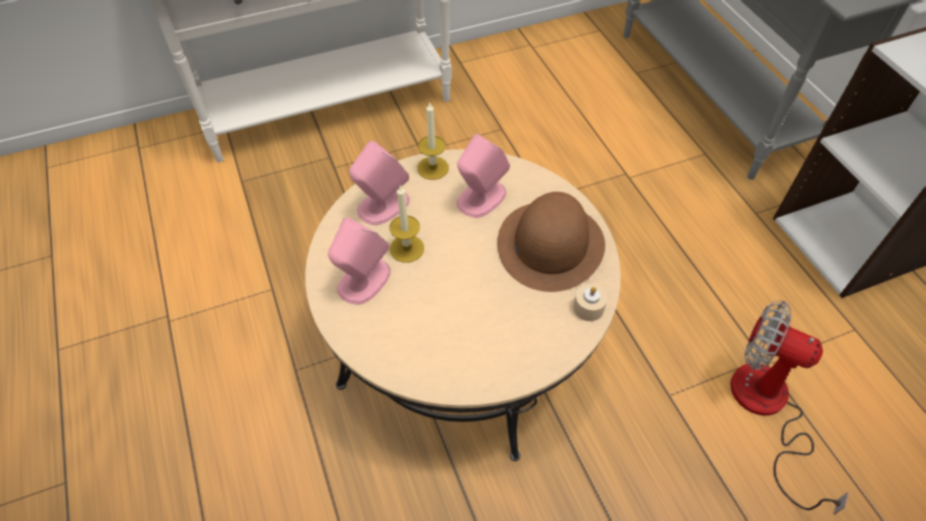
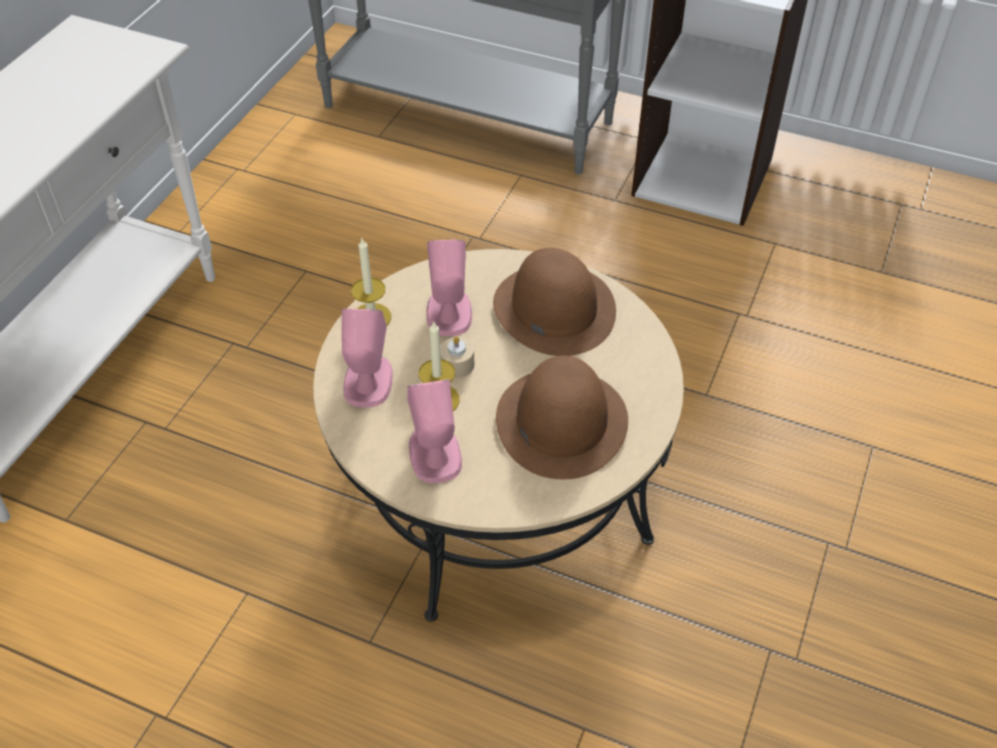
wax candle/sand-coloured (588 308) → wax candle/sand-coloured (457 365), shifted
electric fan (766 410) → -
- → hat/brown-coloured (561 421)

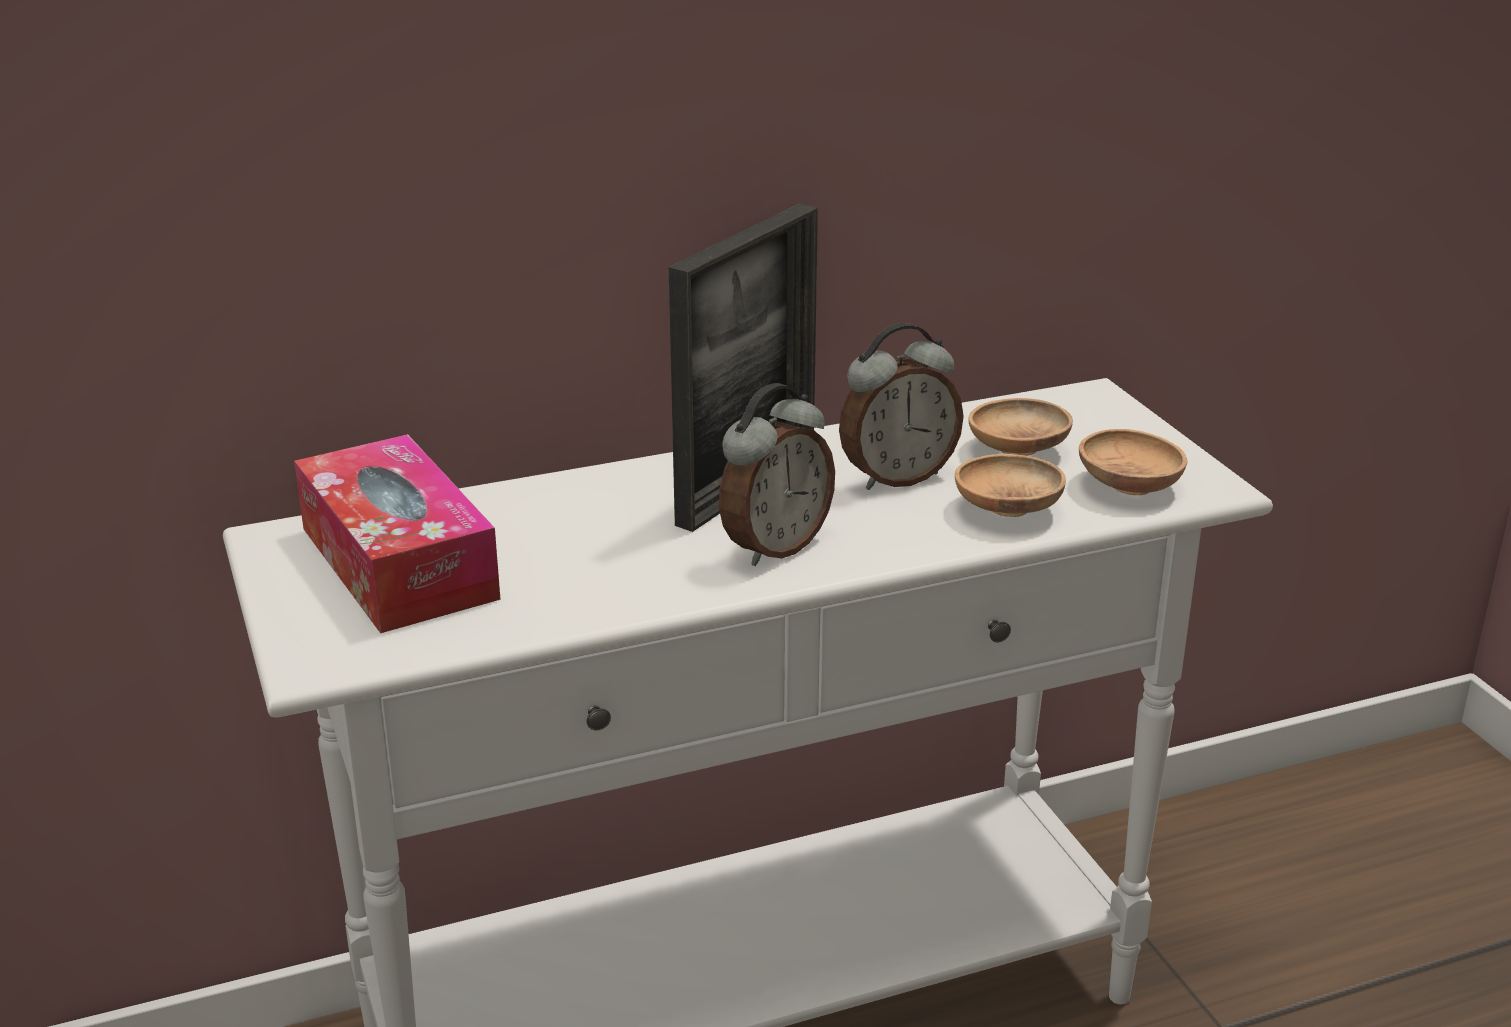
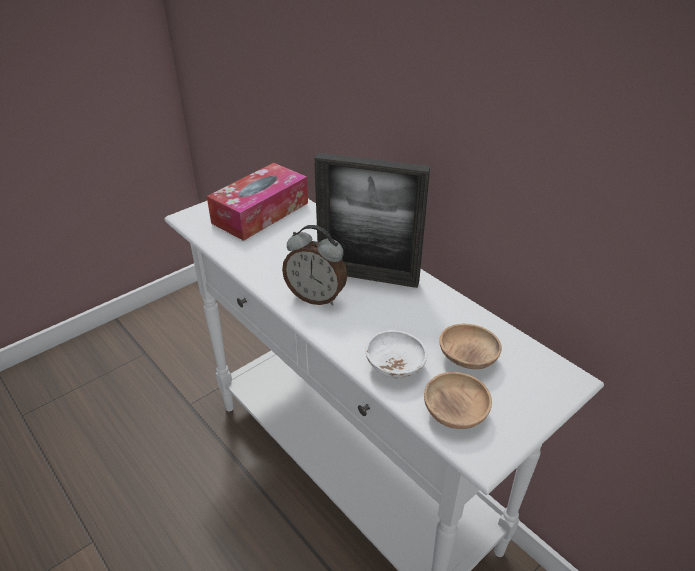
table clock (896 477) → -
serving bowl/brown-coloured (1007 510) → serving bowl/whitish (395 366)

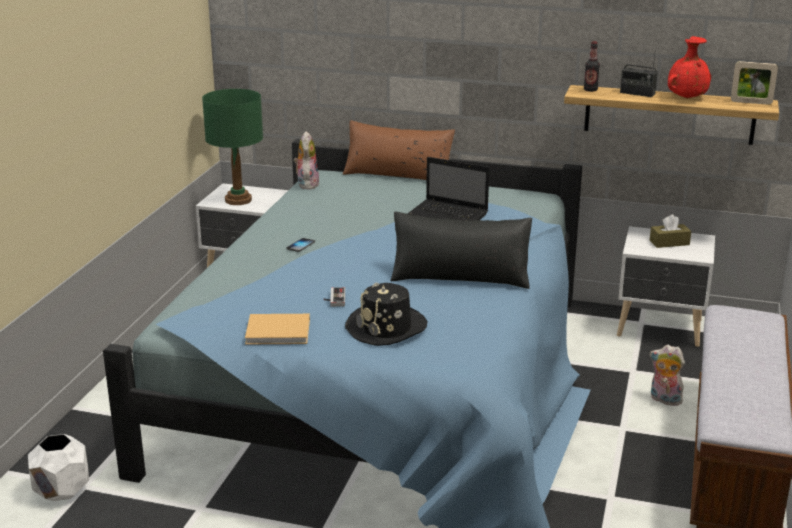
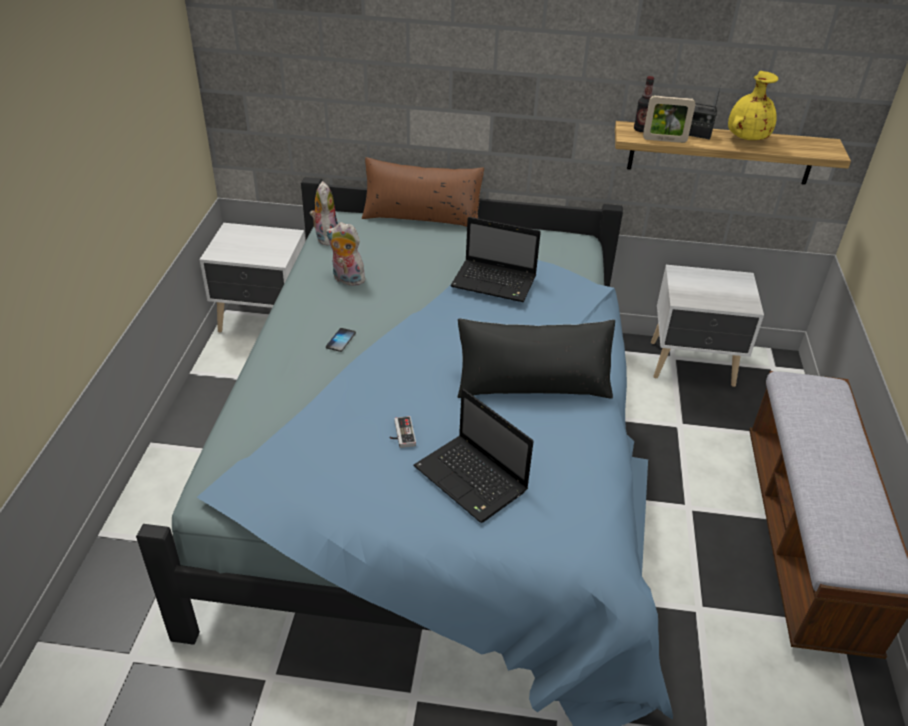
plant pot/whitish (63 491) → -
table lamp/green (238 200) → -
book/sand-coloured (280 332) → -
hat/black-coloured (387 328) → portable computer (472 480)
tissue holder/brown-coloured (669 242) → -
soft toy (664 400) → soft toy (346 279), shifted
flower vase/red-coloured (686 98) → flower vase/yellowish (746 139)
picture frame (751 102) → picture frame (664 140), shifted

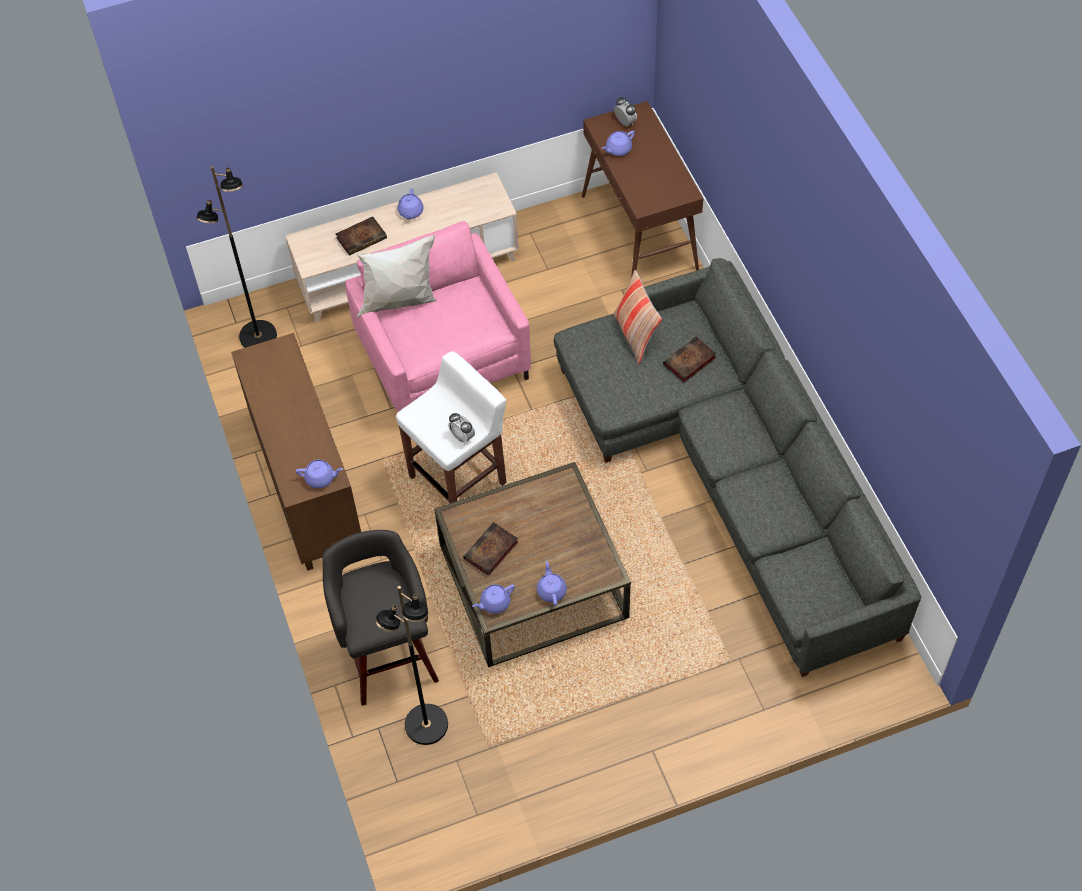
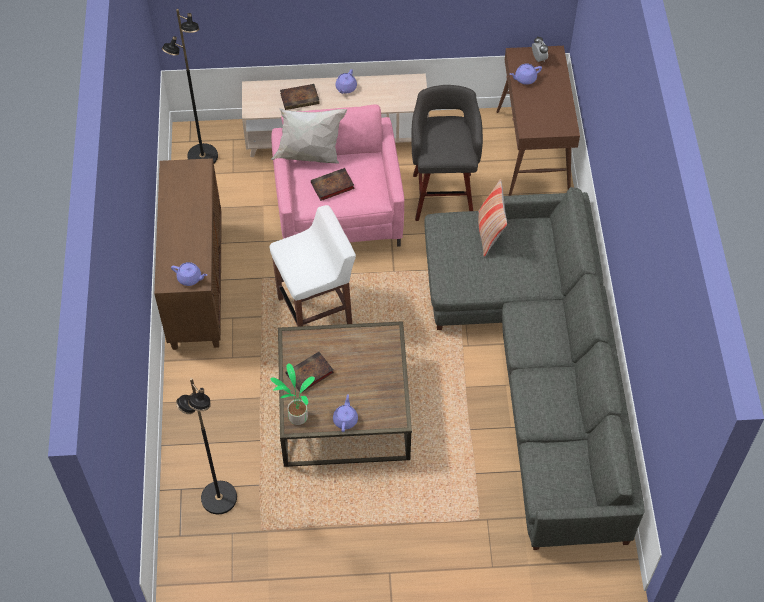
stool/greyish (388 655) → stool/greyish (443 194), shifted
table clock (462 437) → -
tea pot/purple (494 603) → houseplant (296 416)
book (689 362) → book (331 186), shifted

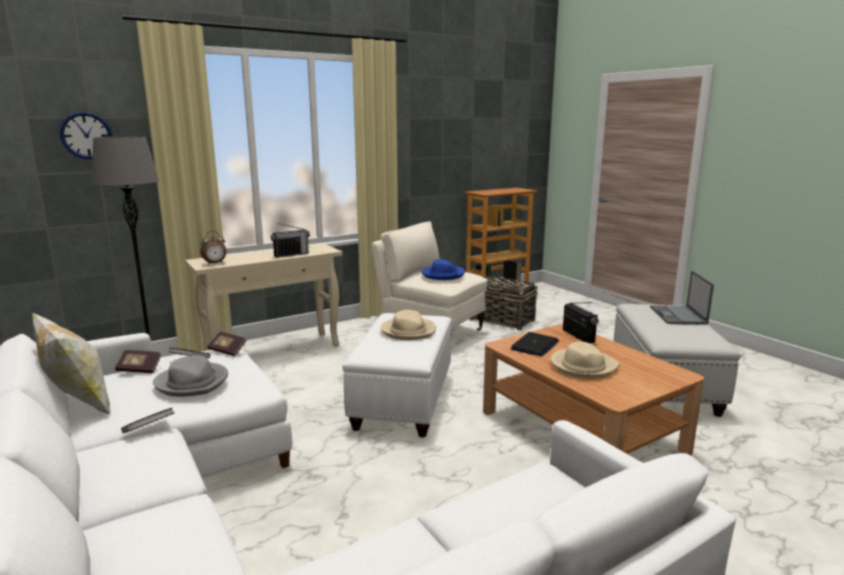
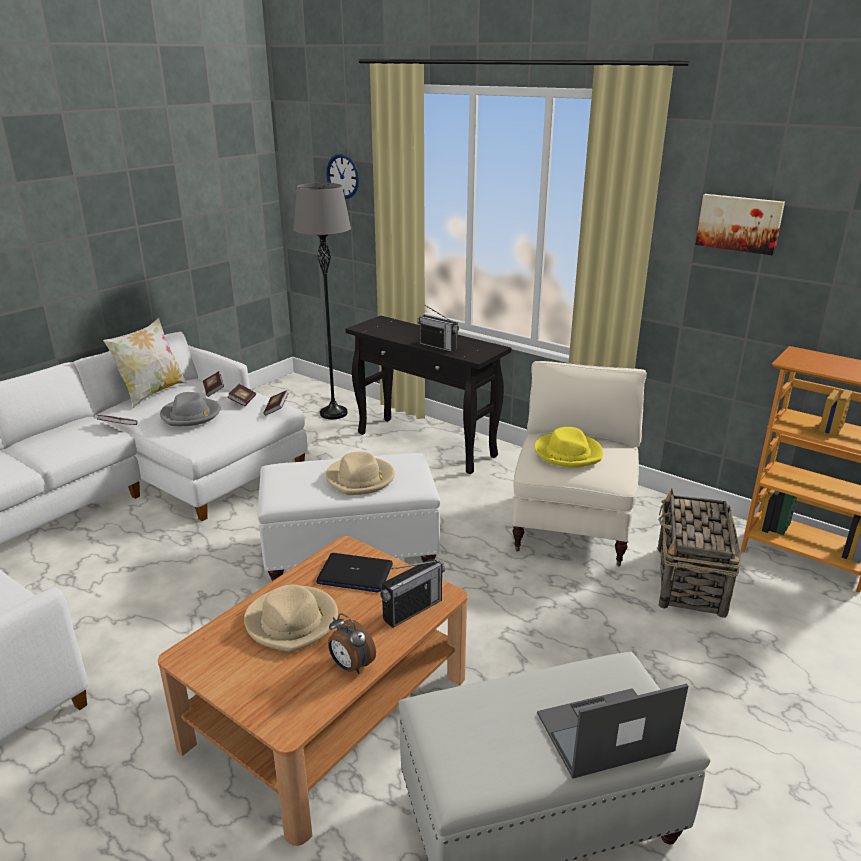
hall table/sand-coloured (274 352) → hall table/black-coloured (427 445)
table clock (215 264) → table clock (350 666), shifted
hat/bluish (443 274) → hat/yellowish (568 453)
- → wall art (739 223)

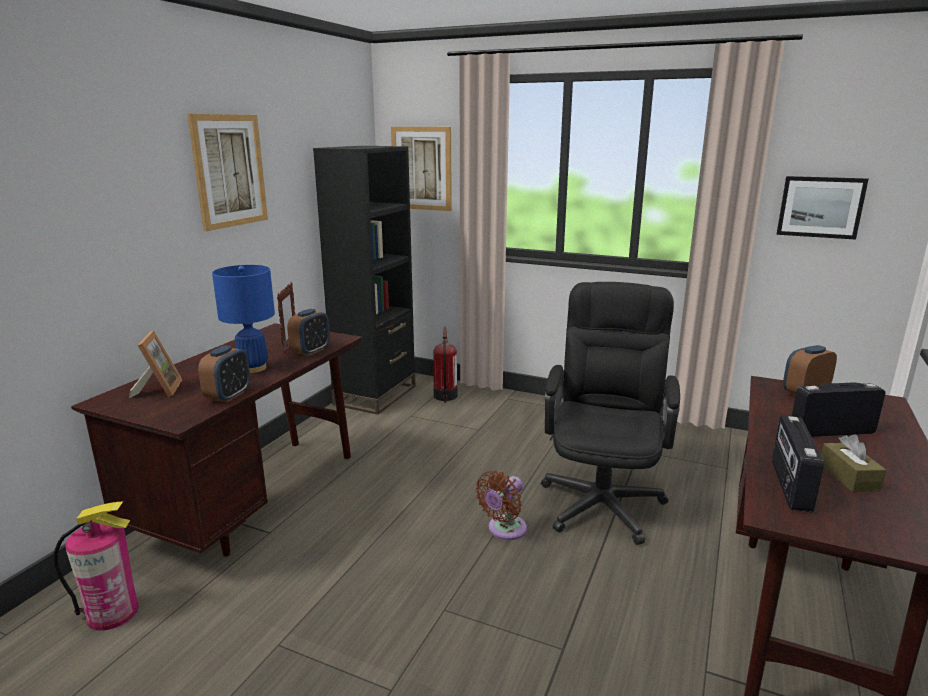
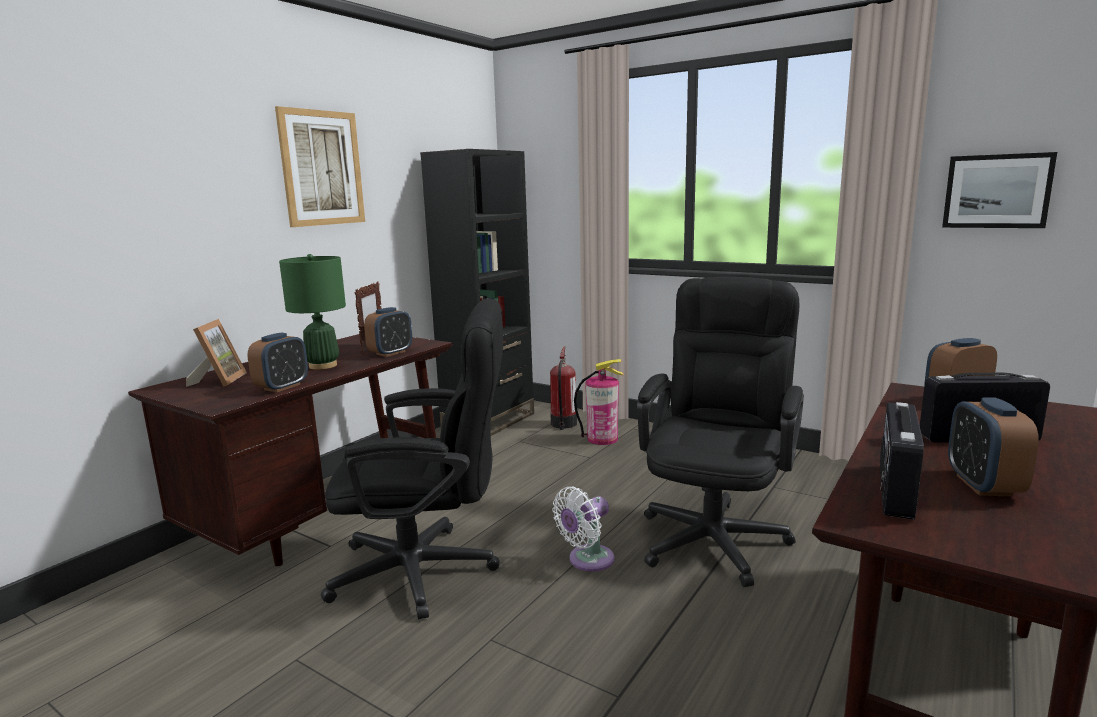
fire-fighting cylinder (113 612) → fire-fighting cylinder (602 439), shifted
table lamp/bluish (253 368) → table lamp/green (323 365)
wall art (421 168) → -
electric fan/brown-coloured (504 530) → electric fan/whitish (587 560)
tissue holder/brown-coloured (848 477) → table clock (983 485)
- → office chair/black-coloured (429 571)

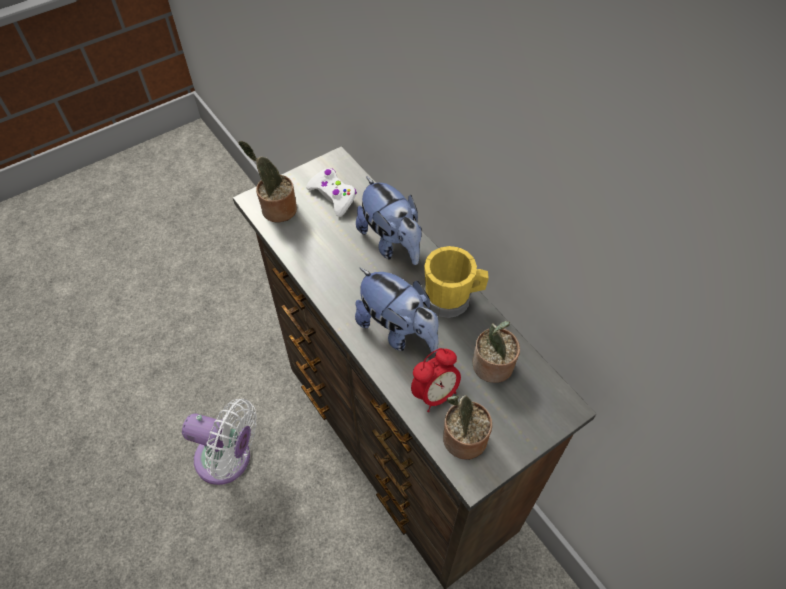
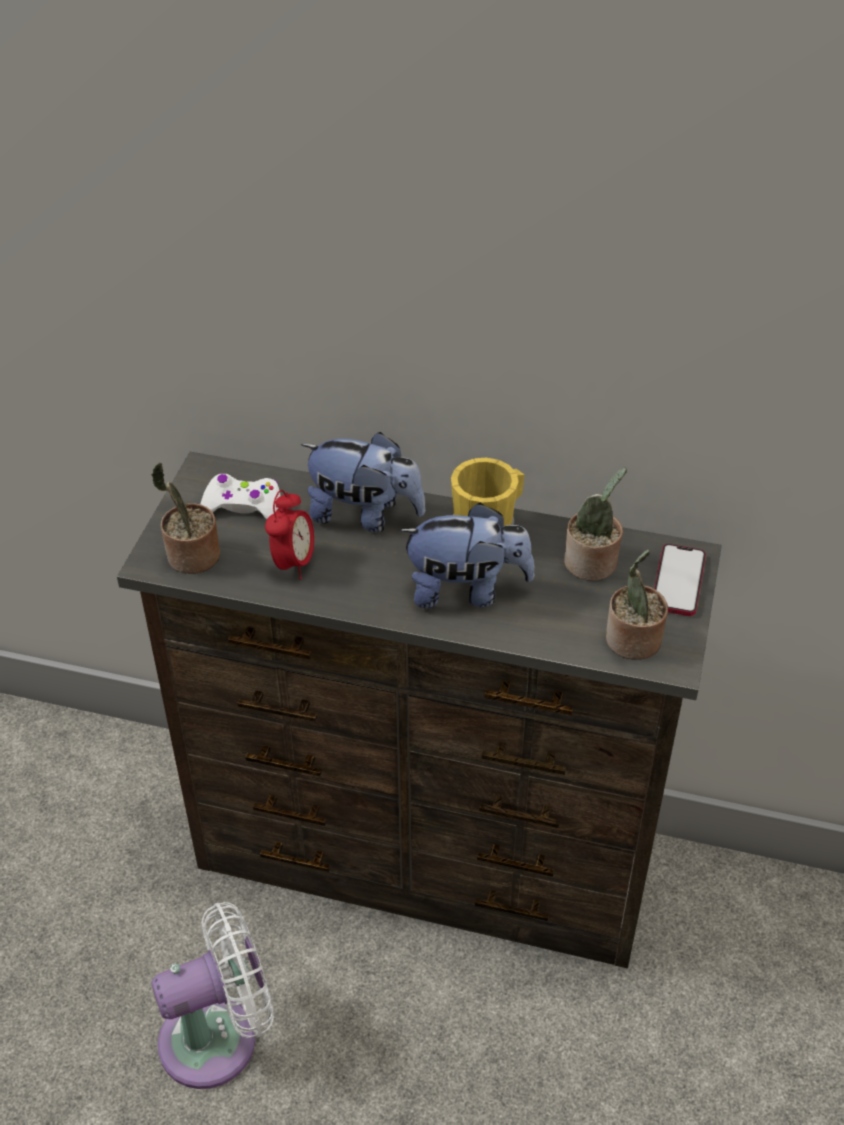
table clock (435 394) → table clock (293 563), shifted
- → phone (678 581)

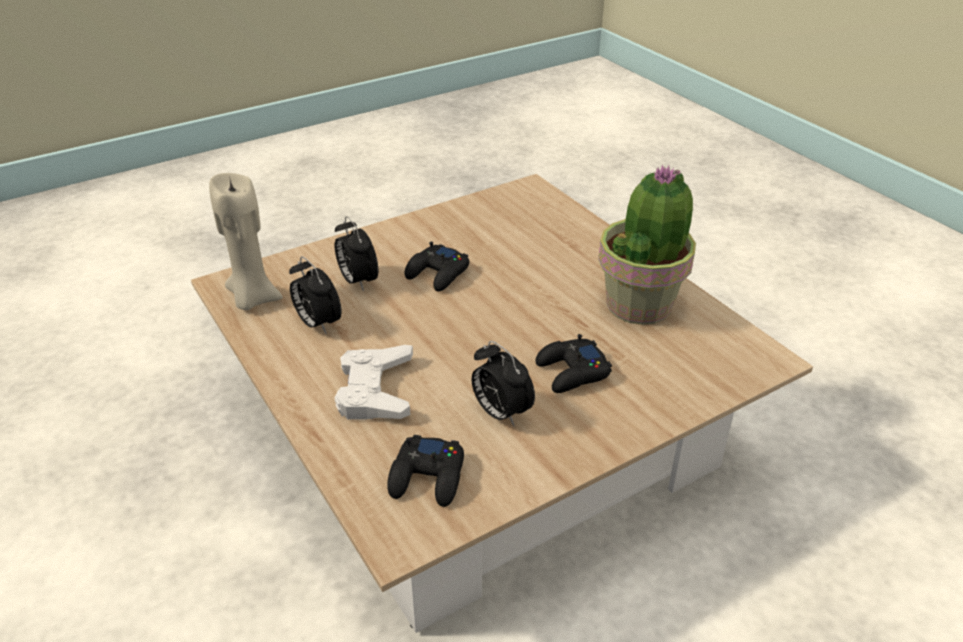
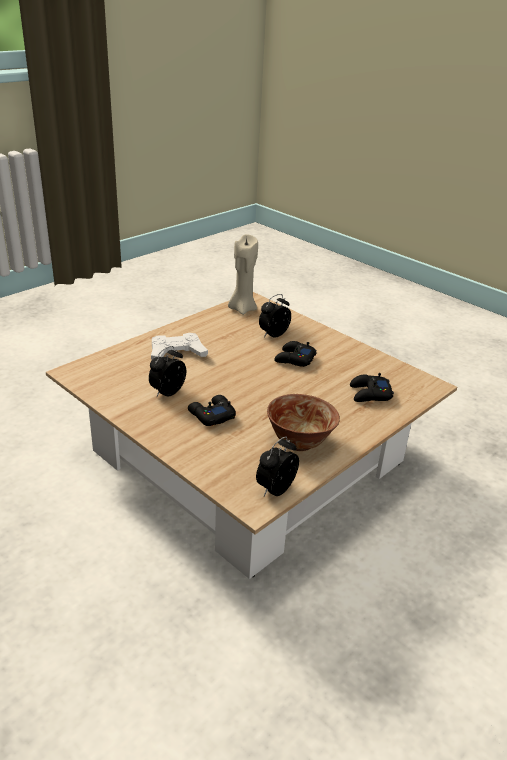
table clock (317 323) → table clock (275 489), shifted
gamepad/black-coloured (428 478) → gamepad/black-coloured (369 394), shifted
houseplant (640 304) → serving bowl (299 441)

